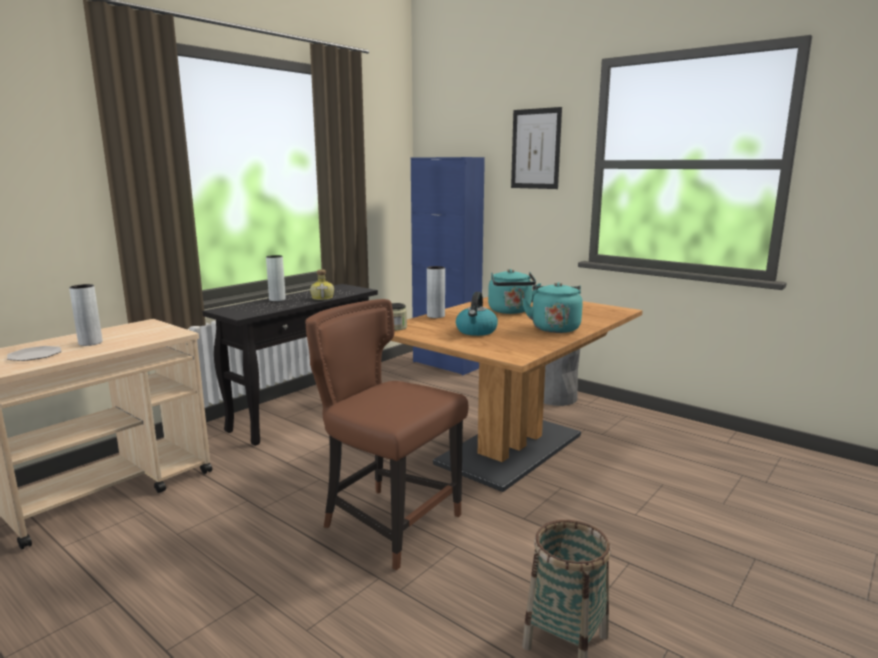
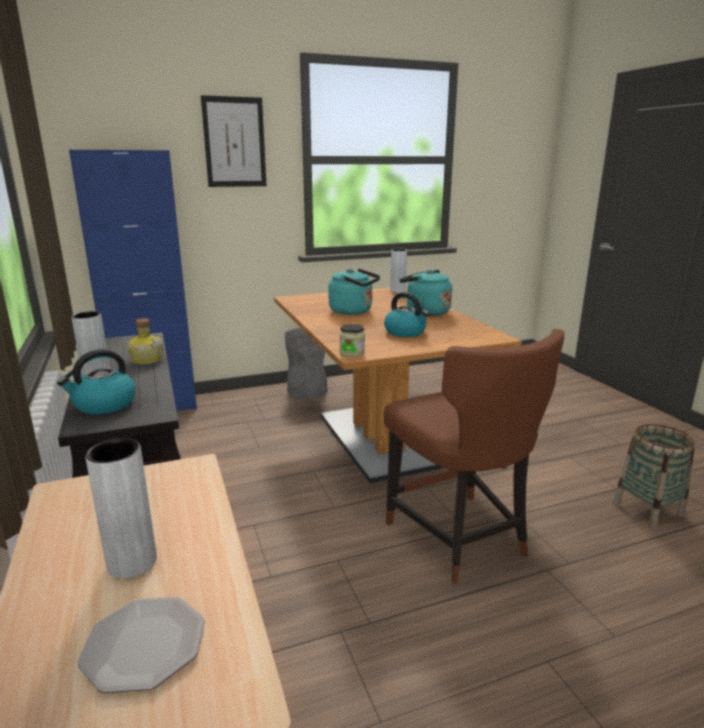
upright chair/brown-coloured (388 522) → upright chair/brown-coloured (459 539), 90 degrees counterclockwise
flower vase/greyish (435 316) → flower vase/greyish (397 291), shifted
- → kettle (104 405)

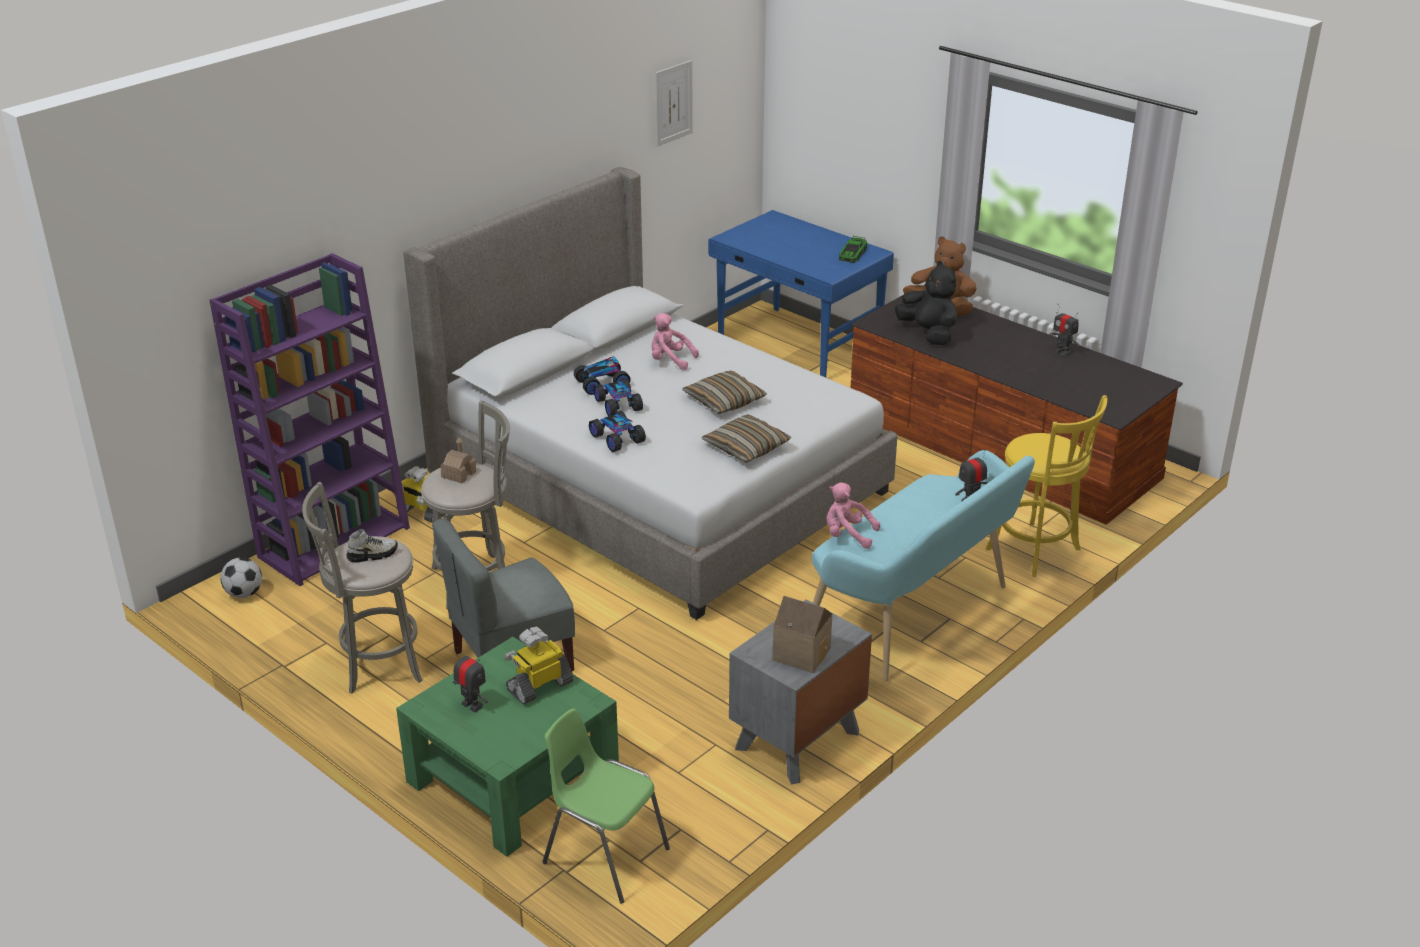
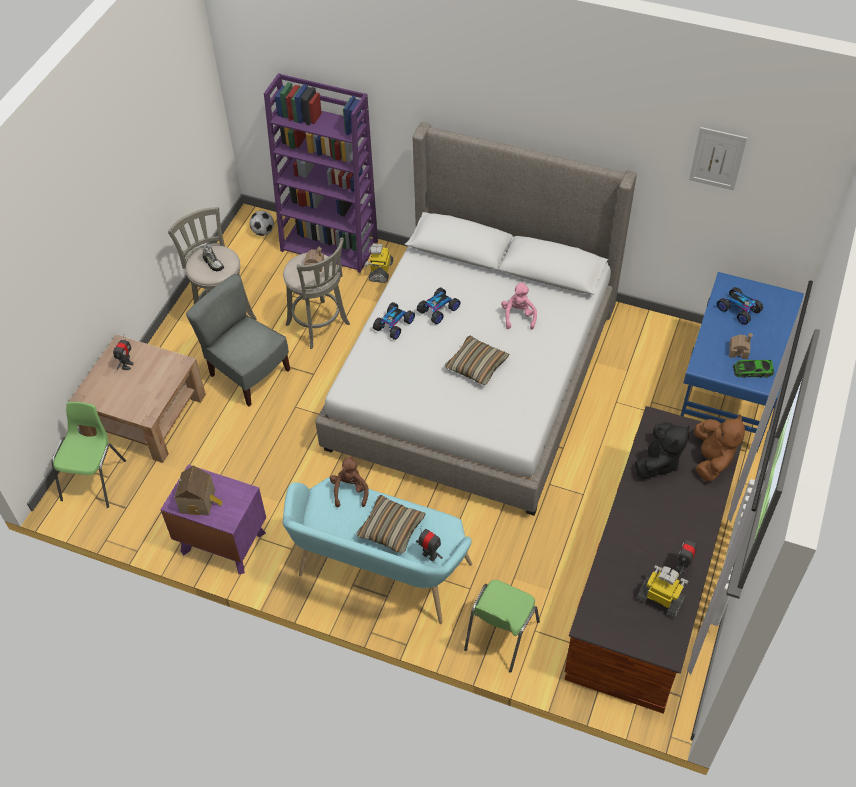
lounge table/green (513 778) → lounge table/brown-coloured (145 415)
model robot (539 686) → model robot (661 598), shifted
model car (602 383) → model car (739 309), shifted
pillow (746 447) → pillow (391 529), shifted
nightstand/greyish (797 740) → nightstand/purple (222 542)
soft toy/pinkish (847 535) → soft toy/brown-coloured (350 490)
stool/yellowish (1037 551) → upright chair/green (500 636)
- → miniature house (738 351)

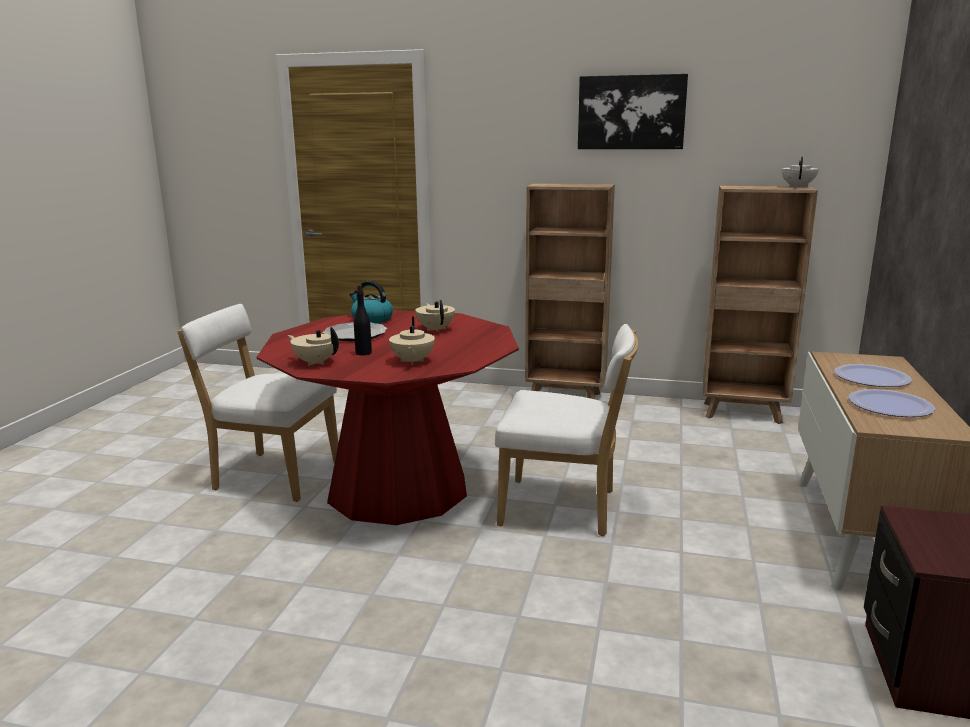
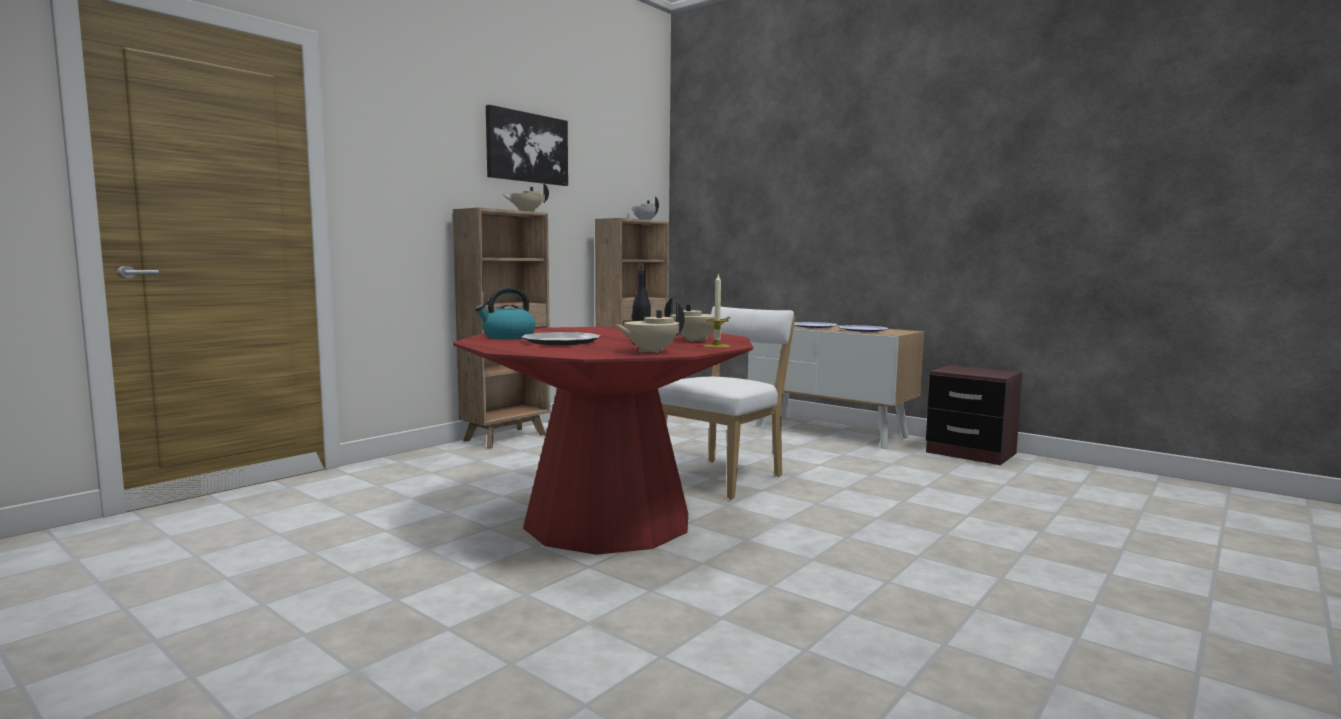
upright chair/whitish (272 475) → -
tea pot/sand-coloured (436 329) → tea pot/sand-coloured (526 211), shifted
- → wax candle (716 346)

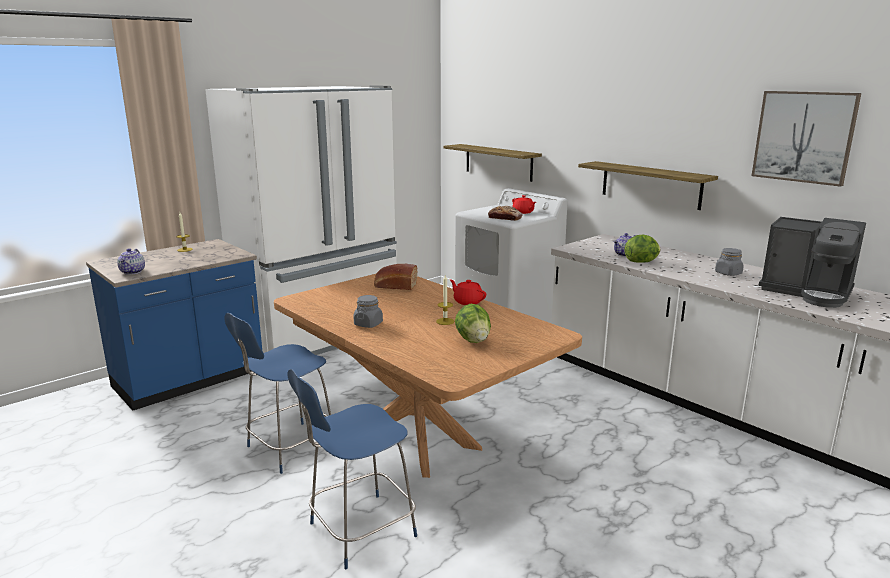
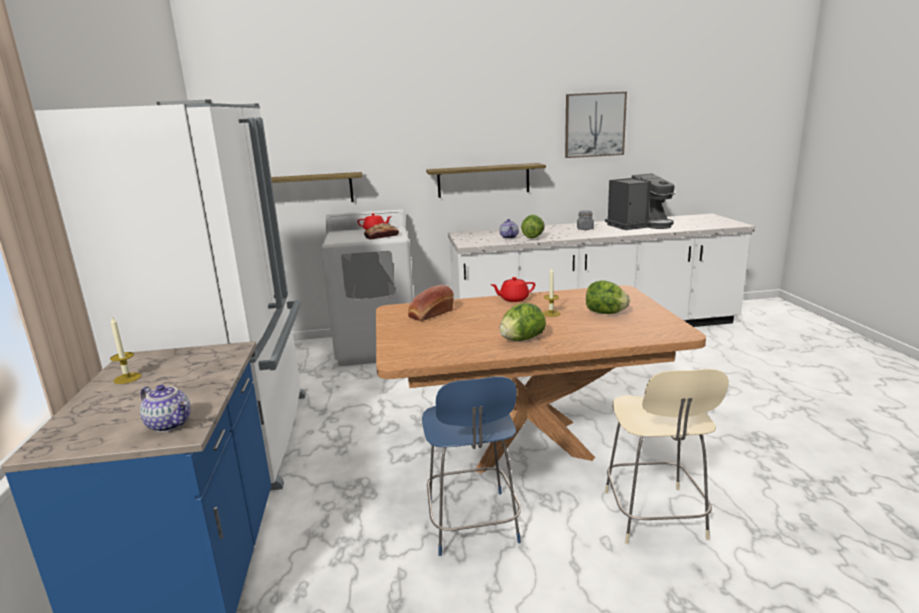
upright chair/bluish (359 531) → upright chair/sand-coloured (655 517)
jar/greyish (368 324) → lettuce (521 339)

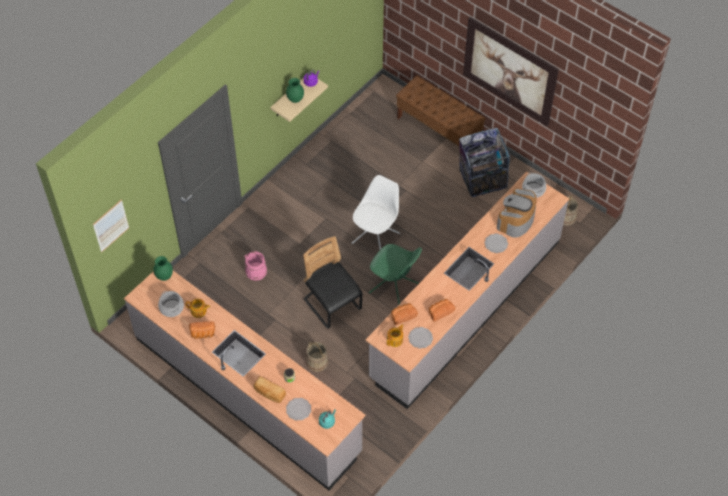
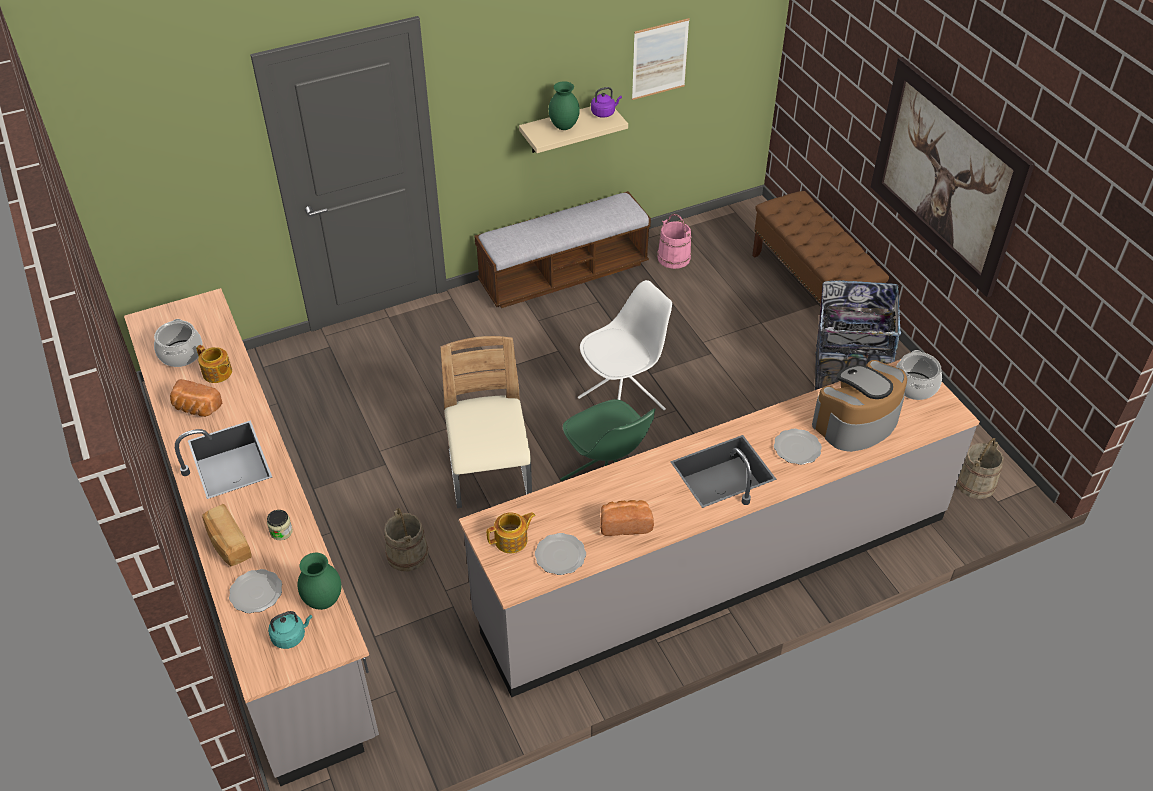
wall art (111 225) → wall art (659 59), shifted
flower vase/green (164 276) → flower vase/green (323 600), shifted
pail/pinkish (256 271) → pail/pinkish (674 257), shifted
upright chair/black-coloured (332 305) → upright chair/sand-coloured (490 476)
baked bread (402 316) → -
- → bench (564 274)

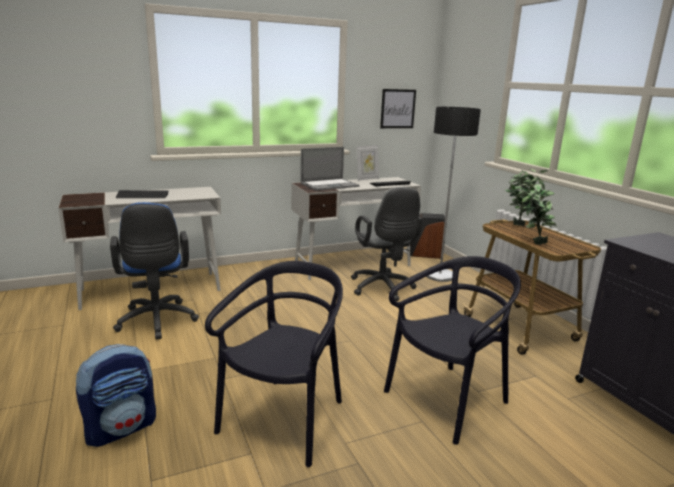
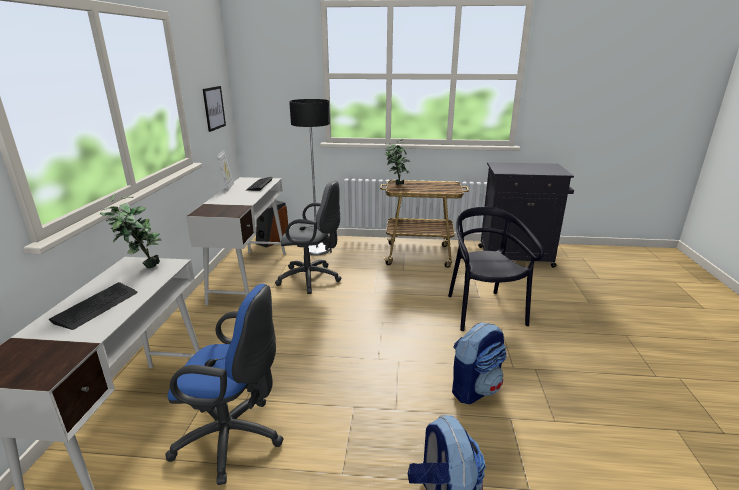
upright chair/black-coloured (284 420) → knapsack (475 388)
portable computer (329 185) → -
houseplant (531 242) → houseplant (142 267), shifted

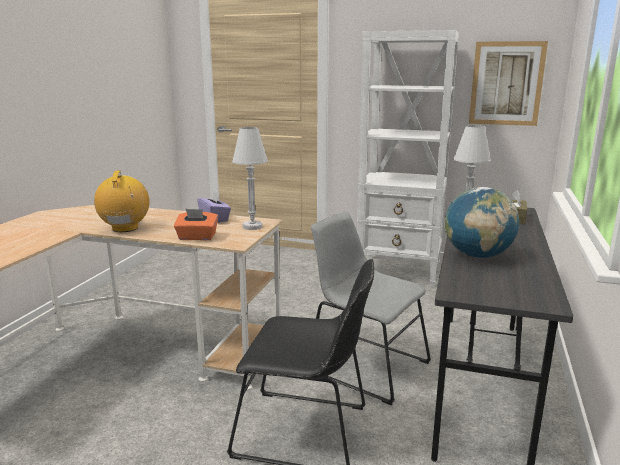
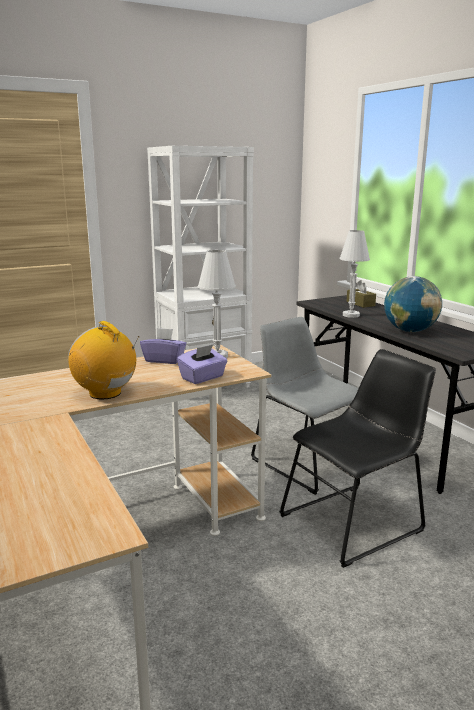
tissue holder/orange (197 237) → tissue holder/purple (203 378)
upright chair/greyish (363 365) → upright chair/greyish (306 461), 60 degrees clockwise
wall art (506 83) → -

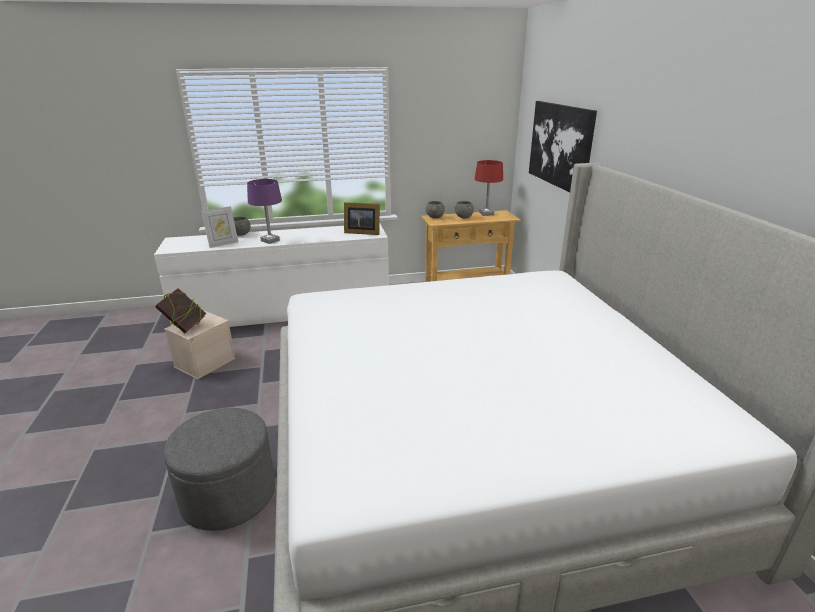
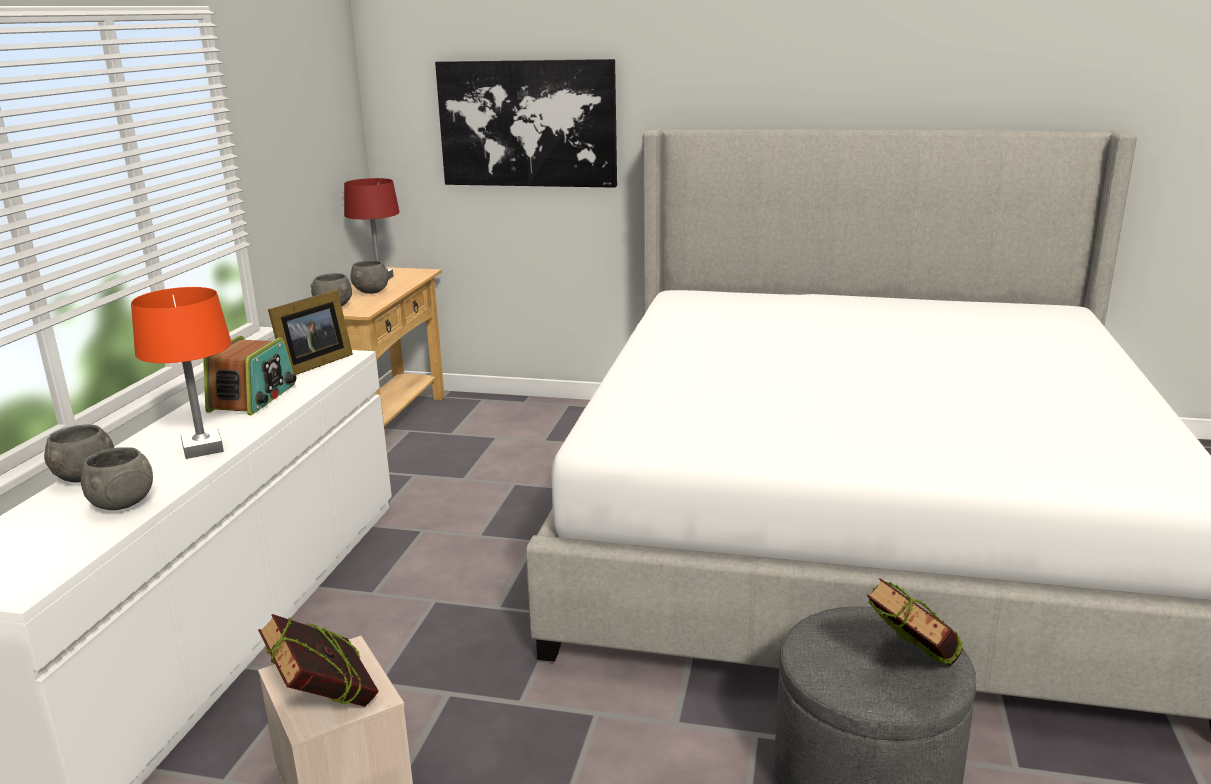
picture frame (223 244) → serving bowl/greyish (122 504)
table lamp/purple (270 240) → table lamp/orange (203 448)
- → radio (253 398)
- → book (910 668)

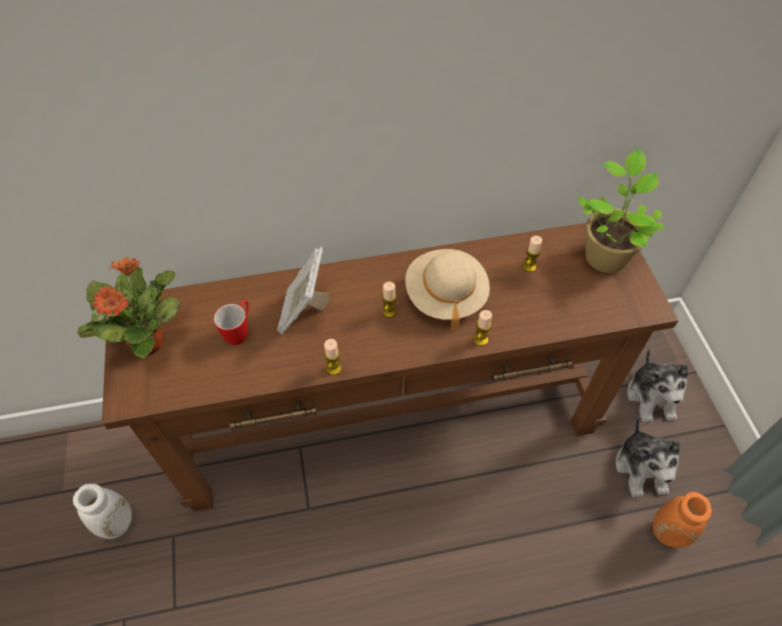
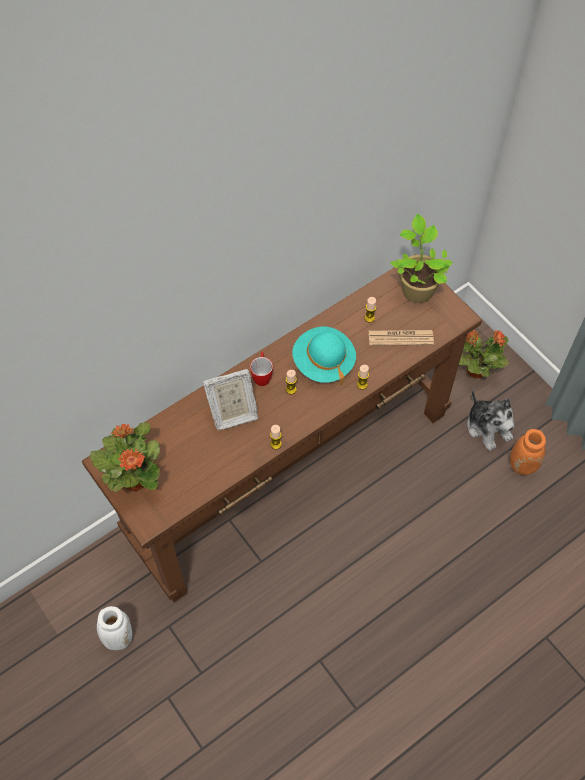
tea mug (240 332) → tea mug (262 376), shifted
picture frame (304 312) → picture frame (232 413), 90 degrees counterclockwise
hat/sand-coloured (445 296) → hat/blue-green (323 362)
soft toy (651 397) → houseplant (475 370)
- → daily paper (400 338)

